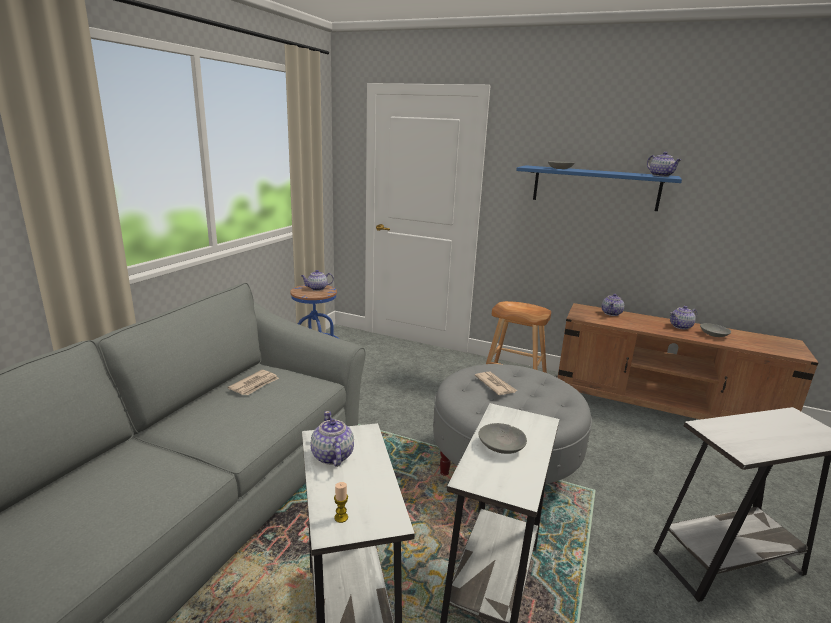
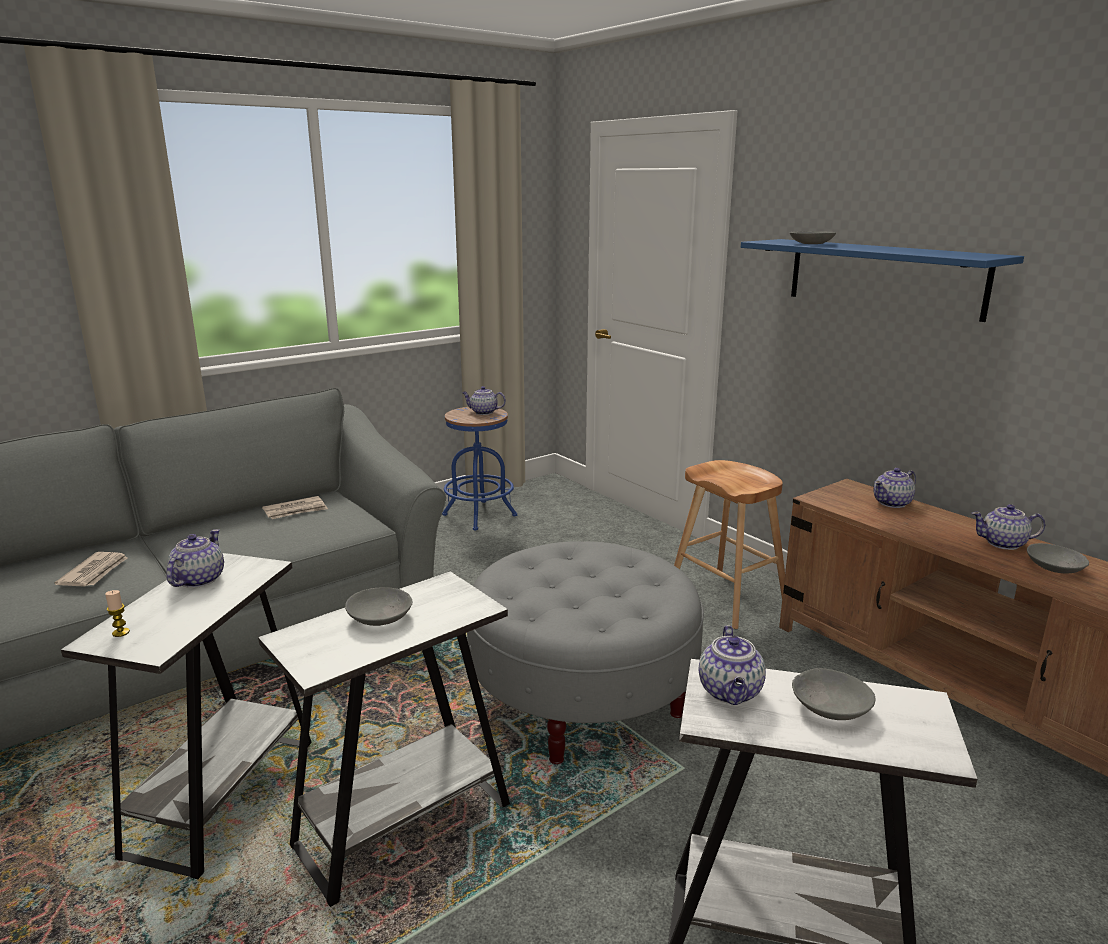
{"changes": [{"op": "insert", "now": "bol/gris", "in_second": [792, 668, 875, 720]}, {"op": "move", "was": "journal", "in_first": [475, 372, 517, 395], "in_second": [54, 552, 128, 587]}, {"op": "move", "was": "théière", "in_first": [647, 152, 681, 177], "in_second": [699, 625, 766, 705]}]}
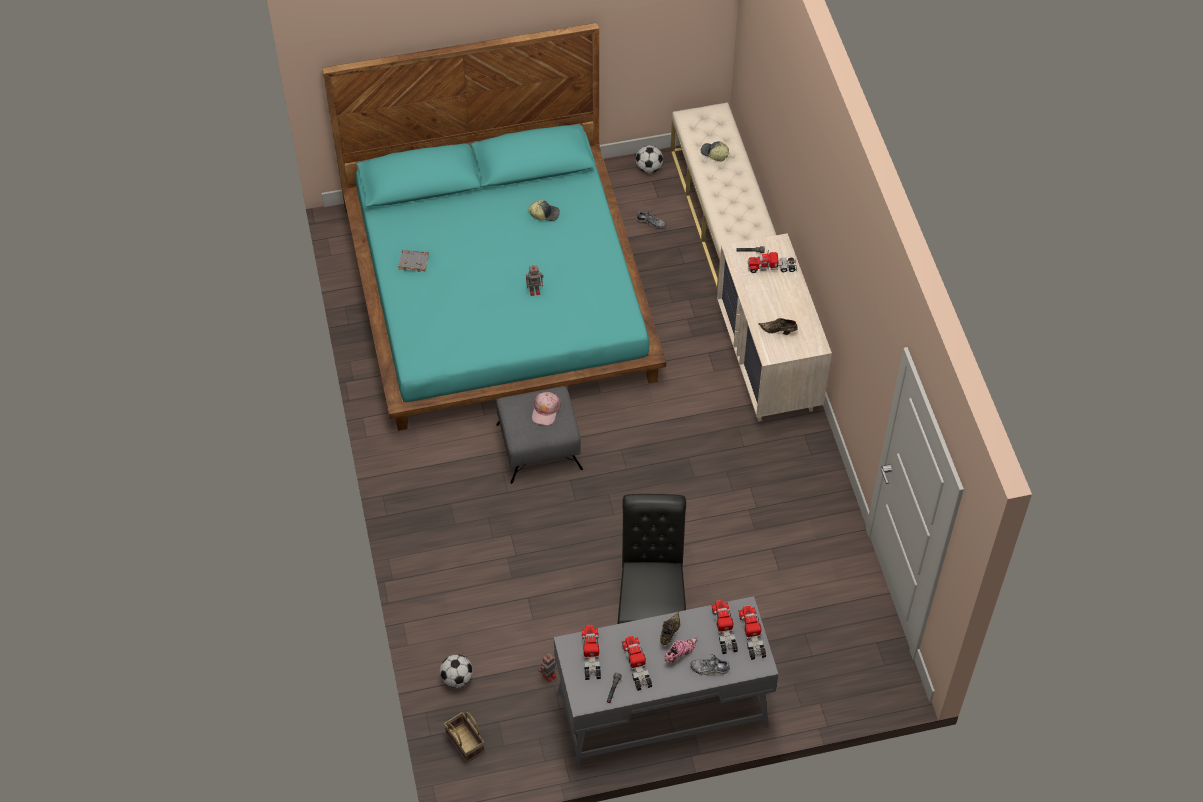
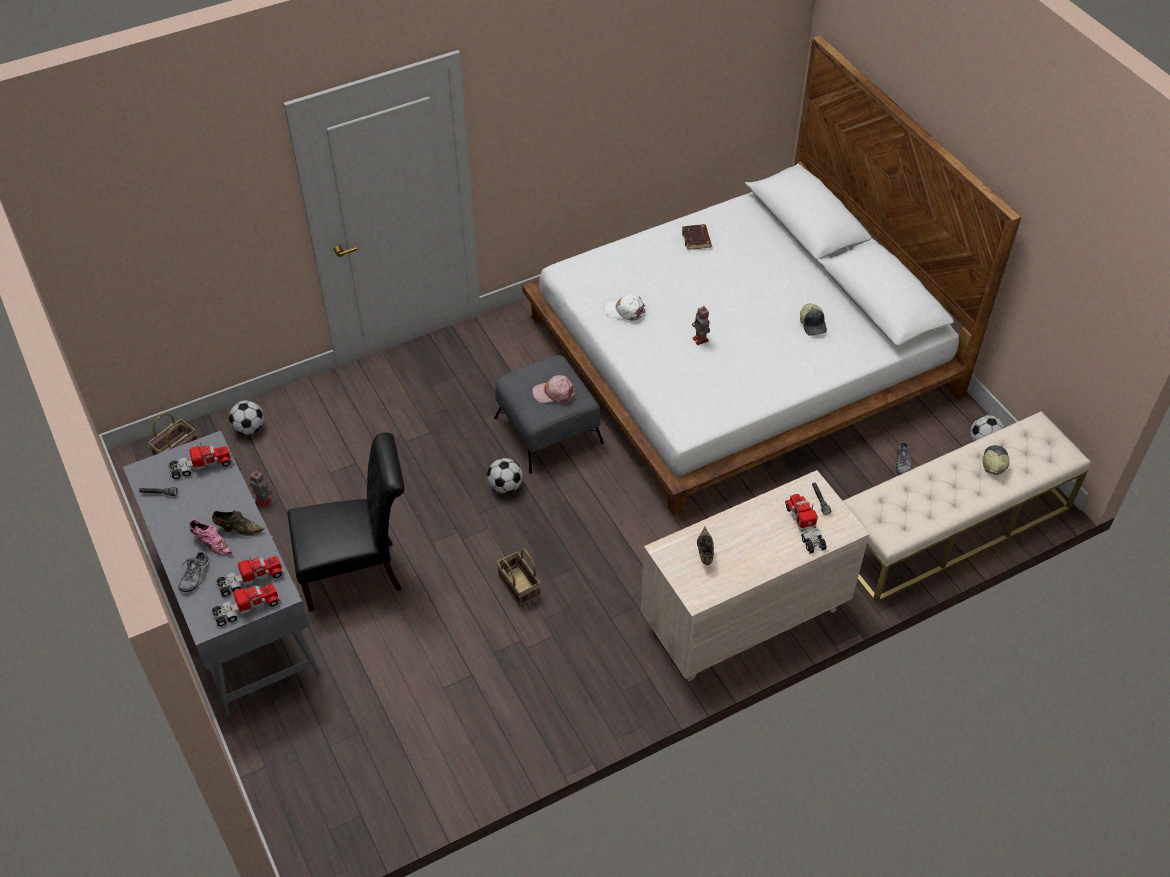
{"changes": [{"op": "delete", "was": "camion jouet", "in_first": [622, 636, 652, 691]}, {"op": "insert", "now": "ballon de foot", "in_second": [487, 458, 523, 494]}, {"op": "insert", "now": "panier", "in_second": [497, 549, 540, 607]}, {"op": "insert", "now": "casquette/blanc", "in_second": [604, 294, 645, 321]}, {"op": "recolor", "was": "lit/turquoise", "now": "lit/blanc", "in_first": [322, 23, 666, 431], "in_second": [522, 35, 1021, 515]}, {"op": "recolor", "was": "livre/gris", "now": "livre/marron", "in_first": [398, 250, 429, 272], "in_second": [682, 224, 712, 250]}, {"op": "rotate", "was": "chaussure", "in_first": [690, 654, 730, 675], "in_second": [178, 551, 210, 592], "clockwise": -150}]}
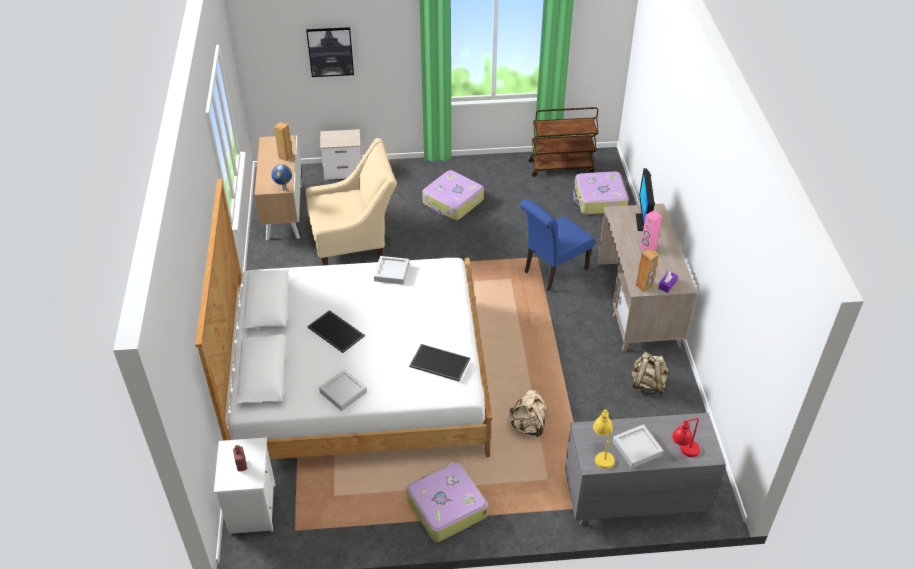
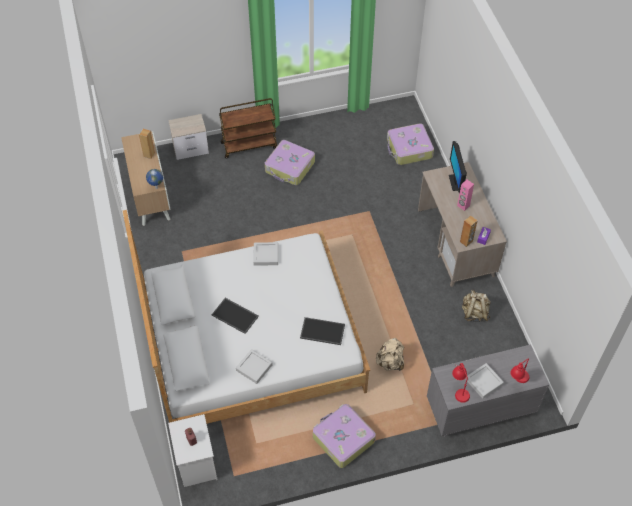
{"changes": [{"op": "delete", "was": "tableau", "in_first": [306, 27, 354, 77]}, {"op": "delete", "was": "fauteuil/beige", "in_first": [306, 138, 397, 265]}, {"op": "delete", "was": "chaise/bleu", "in_first": [520, 199, 595, 291]}, {"op": "move", "was": "chariot/marron", "in_first": [529, 107, 599, 177], "in_second": [219, 98, 278, 158]}, {"op": "recolor", "was": "lampe de table/jaune", "now": "lampe de table/rouge", "in_first": [593, 409, 615, 469], "in_second": [452, 363, 470, 403]}]}
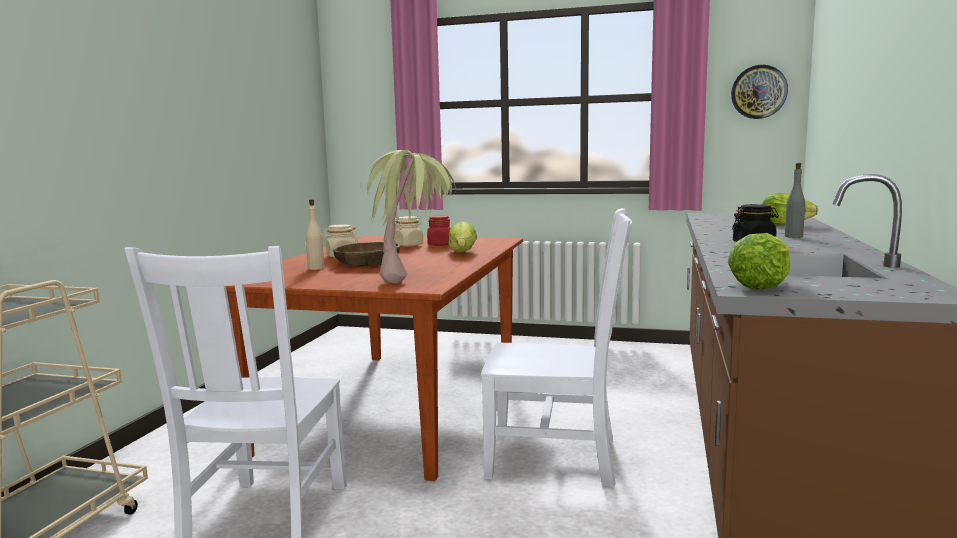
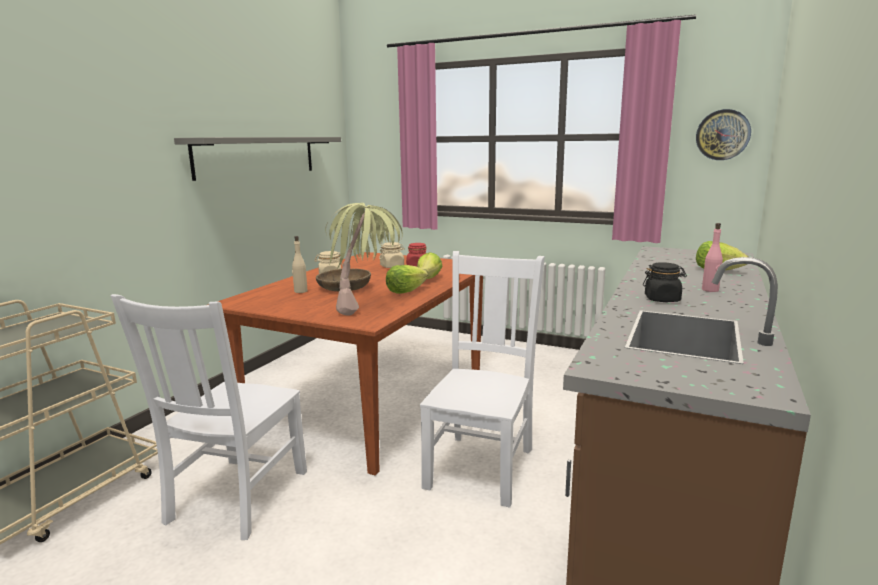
{"changes": [{"op": "insert", "now": "étagère/gris", "in_second": [174, 137, 341, 181]}, {"op": "move", "was": "laitue", "in_first": [728, 233, 790, 290], "in_second": [386, 265, 428, 294]}, {"op": "recolor", "was": "bouteille/gris", "now": "bouteille/rose", "in_first": [785, 163, 806, 238], "in_second": [702, 223, 723, 292]}, {"op": "rotate", "was": "chaise/blanc", "in_first": [481, 208, 632, 488], "in_second": [420, 251, 545, 508], "clockwise": -90}]}
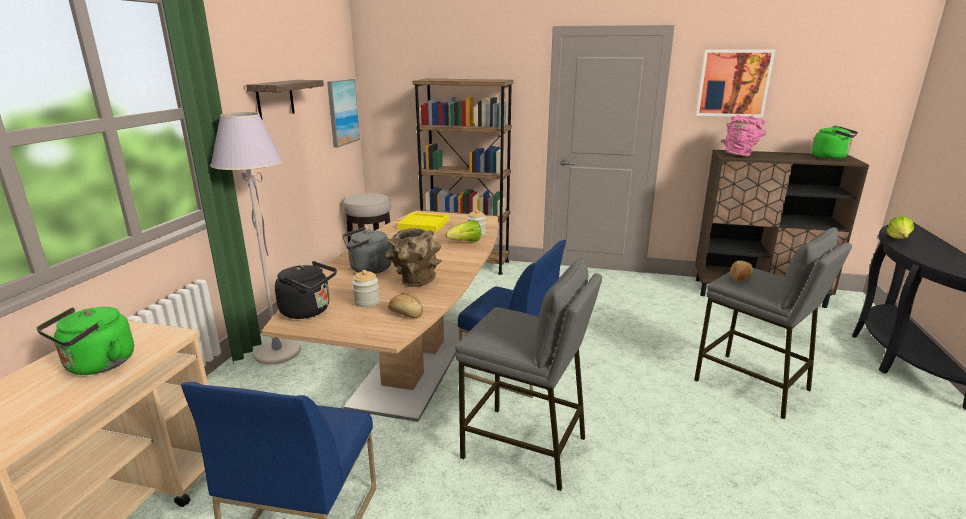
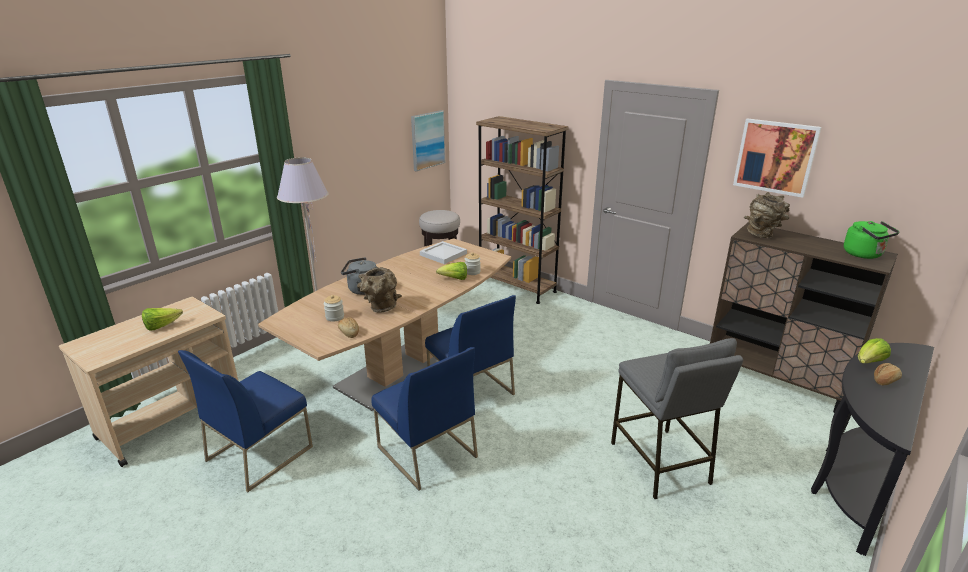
{"changes": [{"op": "delete", "was": "étagère", "in_first": [246, 80, 324, 119]}, {"op": "delete", "was": "bouilloire/noir", "in_first": [275, 261, 337, 319]}, {"op": "move", "was": "pain", "in_first": [731, 261, 753, 282], "in_second": [874, 363, 902, 386]}, {"op": "replace", "was": "bouilloire/vert", "now": "laitue", "in_first": [36, 307, 134, 375], "in_second": [142, 308, 183, 331]}, {"op": "replace", "was": "tabouret/gris", "now": "chaise/bleu", "in_first": [455, 257, 602, 491], "in_second": [371, 347, 478, 490]}, {"op": "recolor", "was": "plateau/jaune", "now": "plateau/blanc", "in_first": [397, 212, 449, 232], "in_second": [420, 241, 467, 264]}, {"op": "recolor", "was": "vase/rose", "now": "vase/marron", "in_first": [721, 114, 767, 156], "in_second": [744, 192, 790, 238]}]}
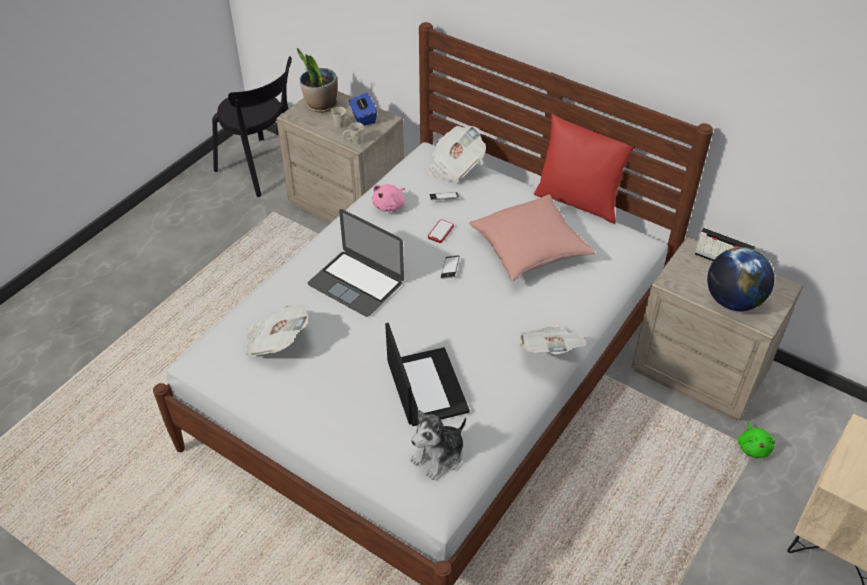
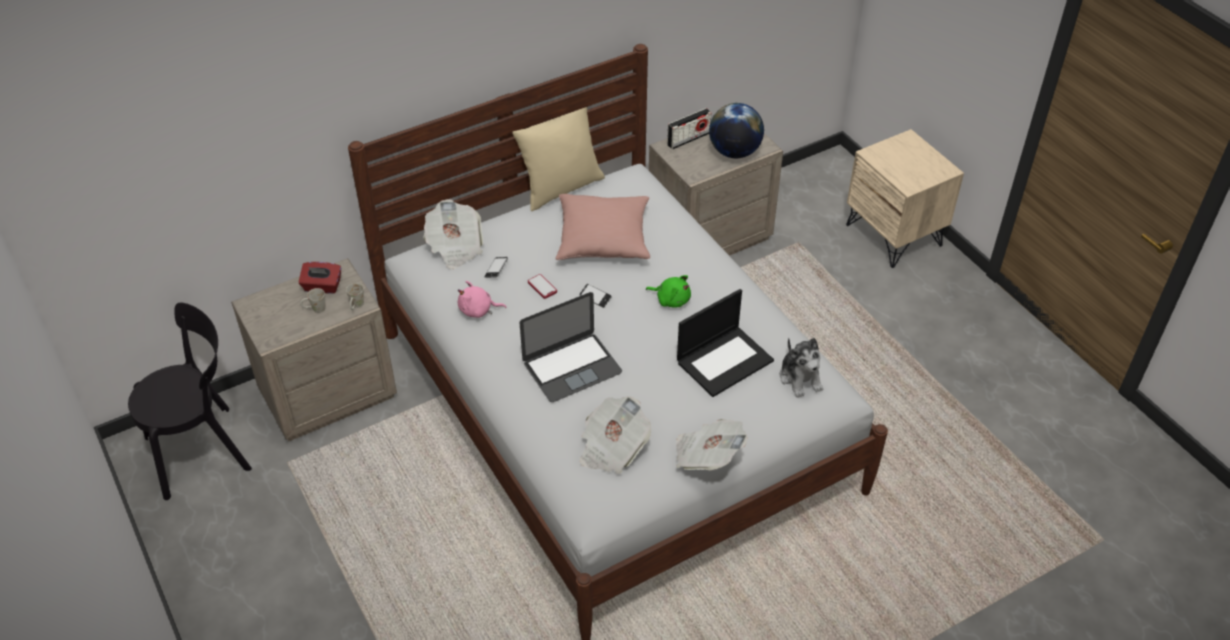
{"changes": [{"op": "delete", "was": "plante en pot", "in_first": [297, 48, 337, 113]}, {"op": "move", "was": "journal", "in_first": [520, 324, 586, 355], "in_second": [676, 419, 747, 470]}, {"op": "move", "was": "peluche/vert", "in_first": [738, 422, 775, 459], "in_second": [646, 275, 691, 307]}, {"op": "recolor", "was": "boîte à mouchoirs/bleu", "now": "boîte à mouchoirs/rouge", "in_first": [349, 93, 377, 125], "in_second": [298, 262, 341, 294]}, {"op": "recolor", "was": "coussin/rouge", "now": "coussin/beige", "in_first": [534, 114, 635, 224], "in_second": [512, 107, 605, 211]}, {"op": "rotate", "was": "peluche/rose", "in_first": [372, 184, 405, 212], "in_second": [458, 281, 507, 318], "clockwise": 120}, {"op": "rotate", "was": "ordinateur portable", "in_first": [385, 323, 470, 426], "in_second": [677, 289, 774, 397], "clockwise": 135}]}
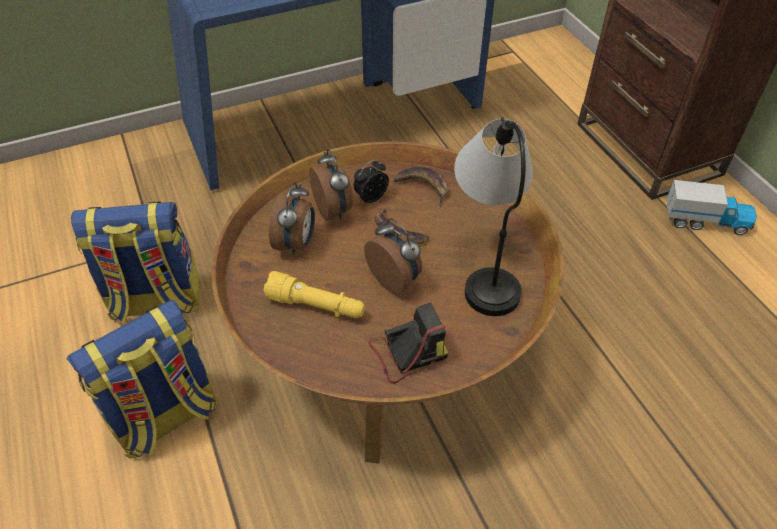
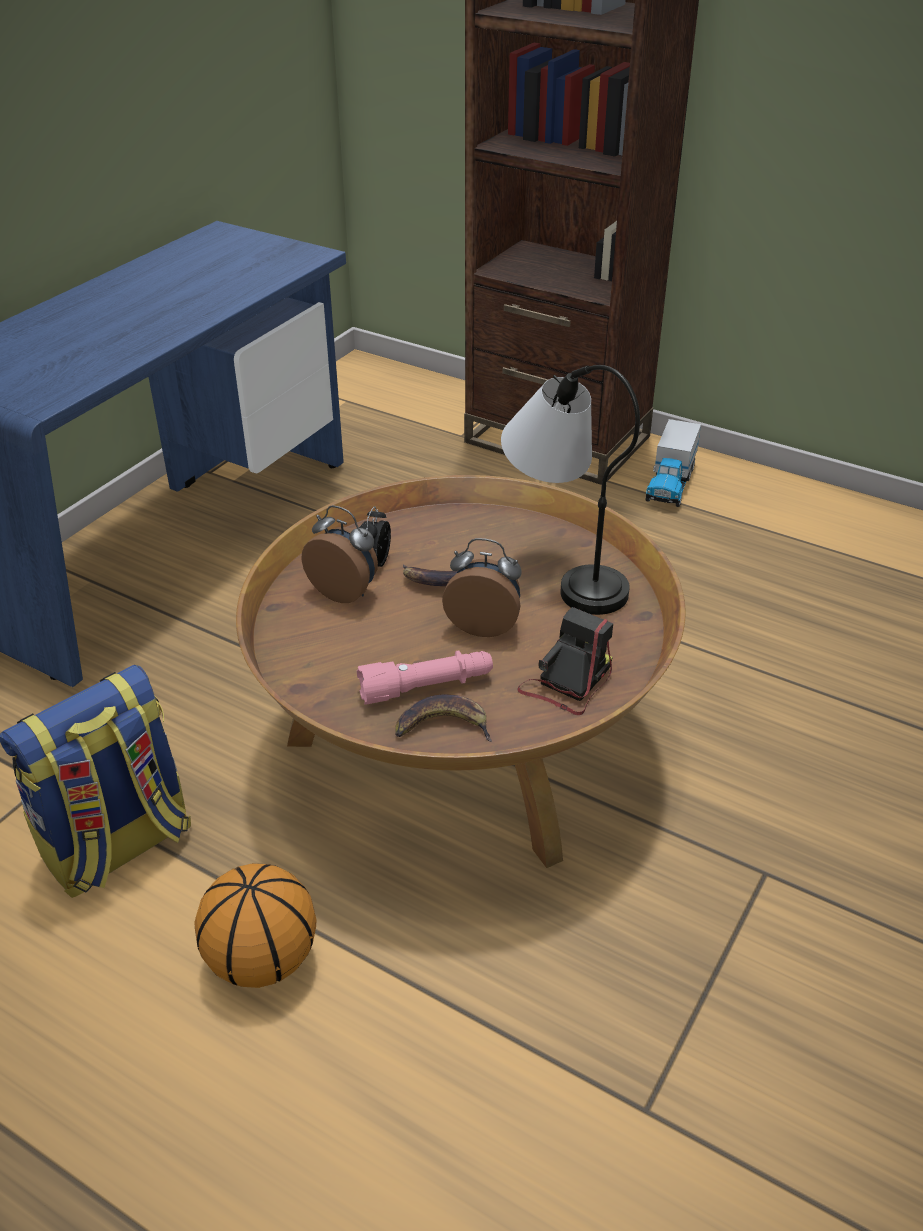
{"changes": [{"op": "delete", "was": "réveil", "in_first": [269, 182, 315, 255]}, {"op": "move", "was": "banane", "in_first": [393, 167, 448, 207], "in_second": [395, 694, 492, 742]}, {"op": "replace", "was": "sac à dos", "now": "ballon de basket", "in_first": [66, 300, 218, 459], "in_second": [194, 863, 316, 988]}, {"op": "recolor", "was": "lampe de poche/jaune", "now": "lampe de poche/rose", "in_first": [264, 271, 365, 318], "in_second": [357, 650, 493, 705]}, {"op": "rotate", "was": "camion jouet", "in_first": [666, 180, 757, 235], "in_second": [646, 419, 701, 507], "clockwise": 135}]}
